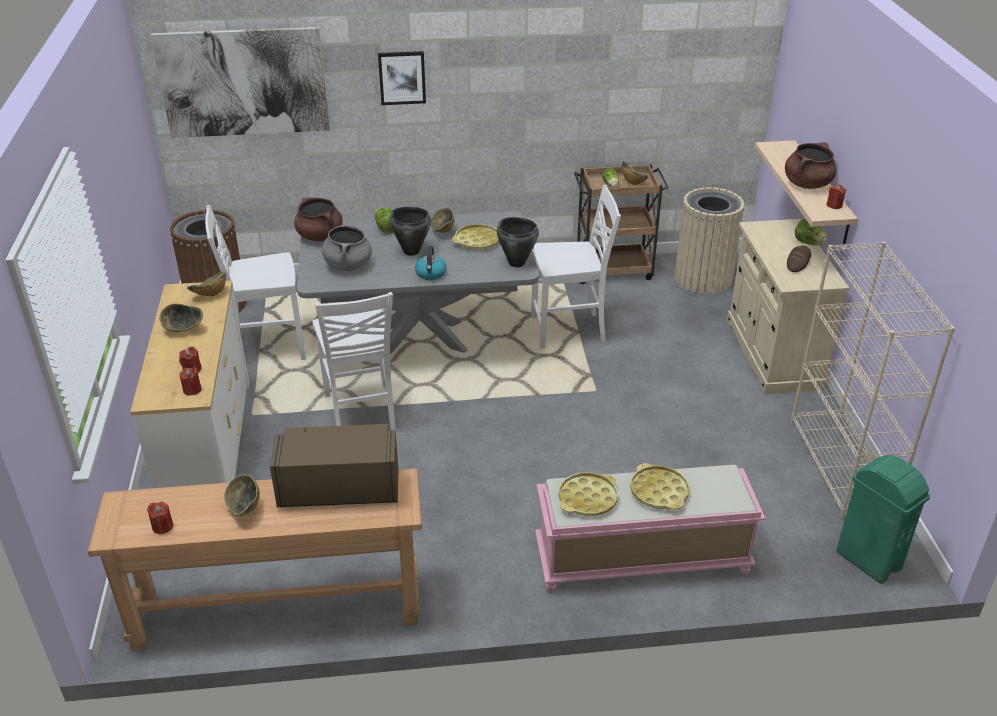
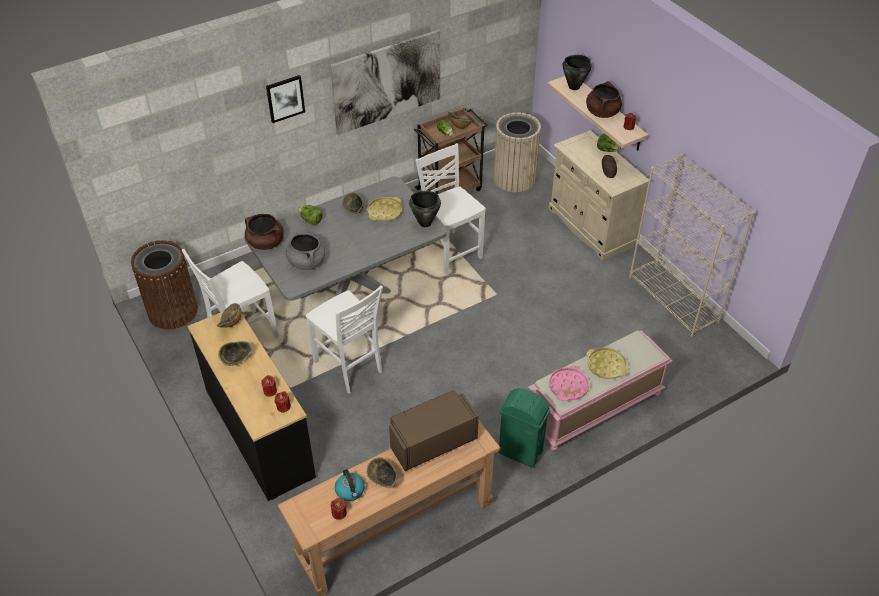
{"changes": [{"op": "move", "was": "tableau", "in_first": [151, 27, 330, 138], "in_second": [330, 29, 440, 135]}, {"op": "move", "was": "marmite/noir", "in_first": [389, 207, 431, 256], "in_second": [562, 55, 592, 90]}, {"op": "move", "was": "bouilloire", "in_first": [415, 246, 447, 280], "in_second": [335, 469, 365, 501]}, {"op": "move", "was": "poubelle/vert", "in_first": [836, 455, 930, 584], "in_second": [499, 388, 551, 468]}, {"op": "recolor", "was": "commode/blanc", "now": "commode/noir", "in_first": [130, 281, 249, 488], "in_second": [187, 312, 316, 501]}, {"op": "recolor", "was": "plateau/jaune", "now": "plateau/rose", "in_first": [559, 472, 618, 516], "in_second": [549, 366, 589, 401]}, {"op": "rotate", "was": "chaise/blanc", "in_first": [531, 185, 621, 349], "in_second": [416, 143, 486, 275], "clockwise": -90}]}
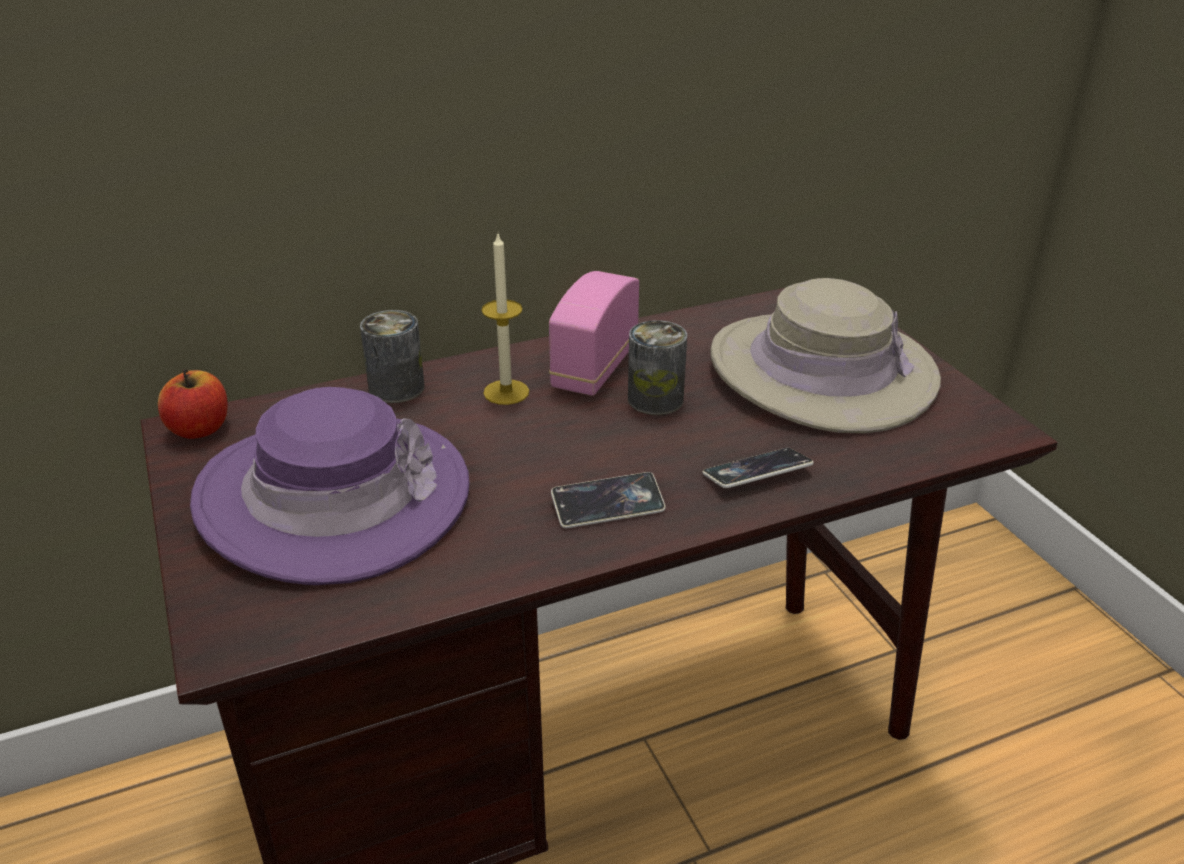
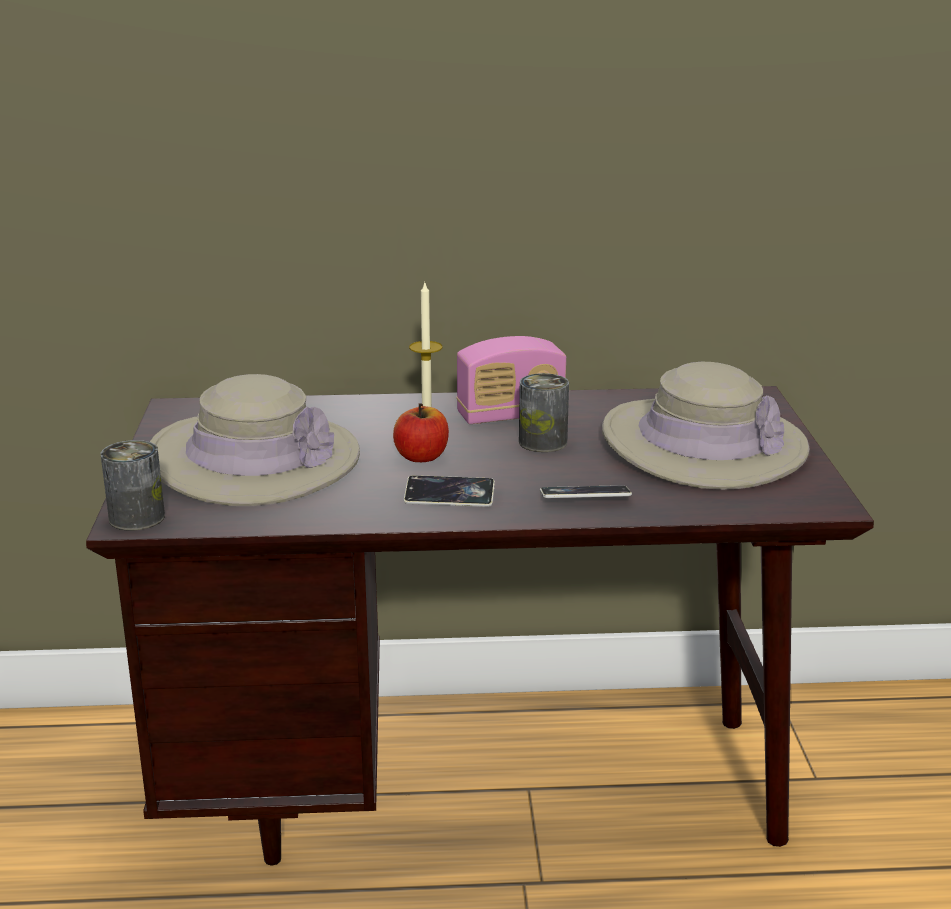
{"changes": [{"op": "move", "was": "pomme", "in_first": [158, 370, 228, 439], "in_second": [393, 403, 449, 462]}, {"op": "move", "was": "boîte métallique", "in_first": [360, 310, 425, 403], "in_second": [101, 440, 165, 531]}, {"op": "recolor", "was": "chapeau/violet", "now": "chapeau/beige", "in_first": [190, 387, 469, 585], "in_second": [150, 374, 360, 506]}, {"op": "rotate", "was": "radio", "in_first": [549, 271, 639, 396], "in_second": [456, 336, 566, 424], "clockwise": -150}]}
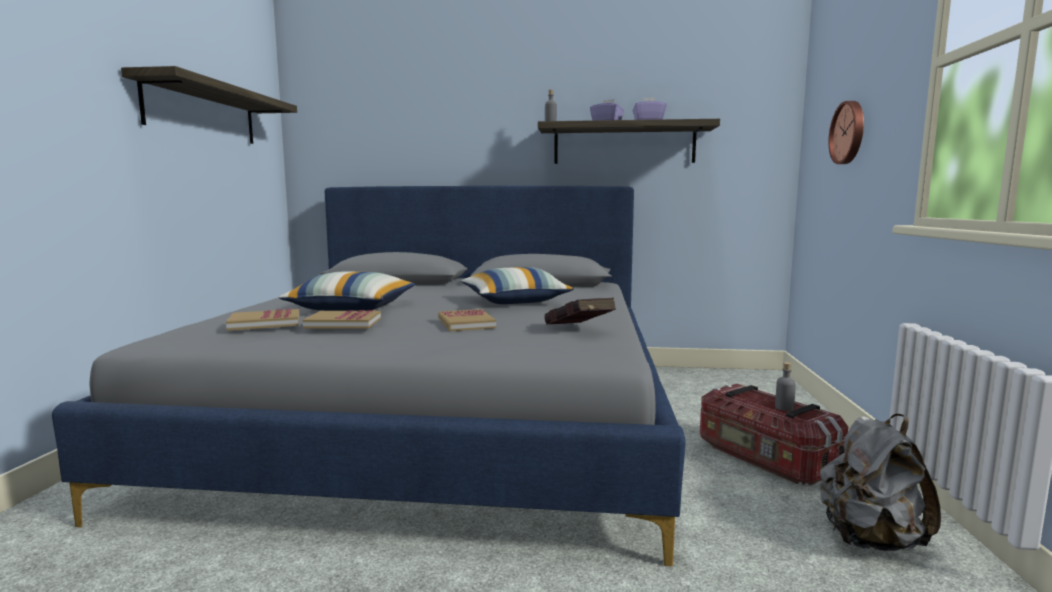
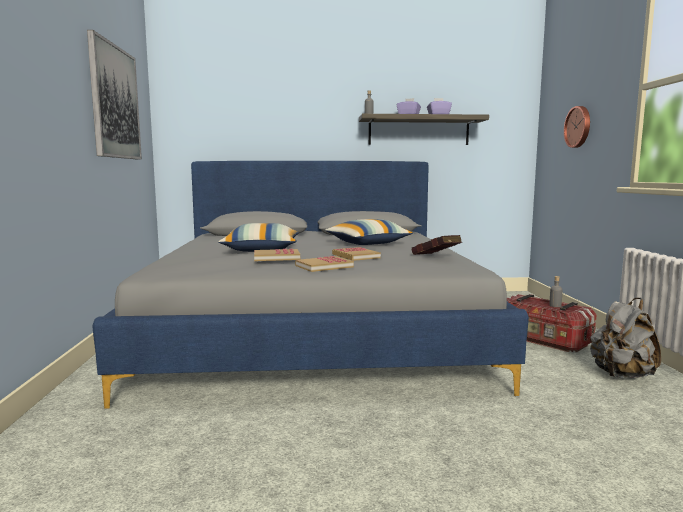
{"changes": [{"op": "move", "was": "livre", "in_first": [226, 309, 300, 330], "in_second": [295, 256, 354, 272]}, {"op": "replace", "was": "étagère", "now": "tableau", "in_first": [121, 66, 297, 144], "in_second": [87, 30, 142, 159]}]}
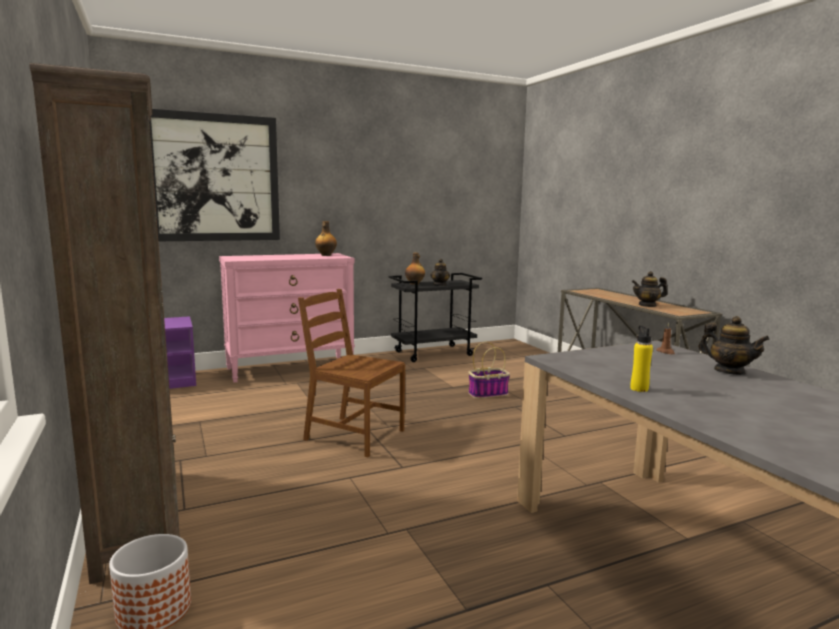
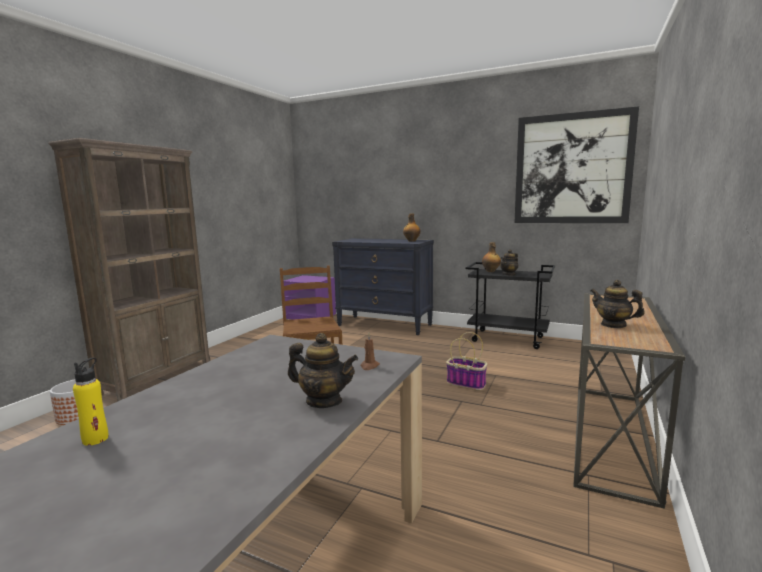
{"changes": [{"op": "move", "was": "tableau", "in_first": [149, 109, 280, 241], "in_second": [515, 106, 639, 223]}, {"op": "move", "was": "bouteille/jaune", "in_first": [631, 326, 653, 392], "in_second": [73, 357, 109, 446]}, {"op": "recolor", "was": "commode/rose", "now": "commode/noir", "in_first": [219, 253, 355, 383], "in_second": [332, 238, 434, 335]}, {"op": "rotate", "was": "théière", "in_first": [698, 316, 770, 375], "in_second": [288, 333, 358, 408], "clockwise": -75}]}
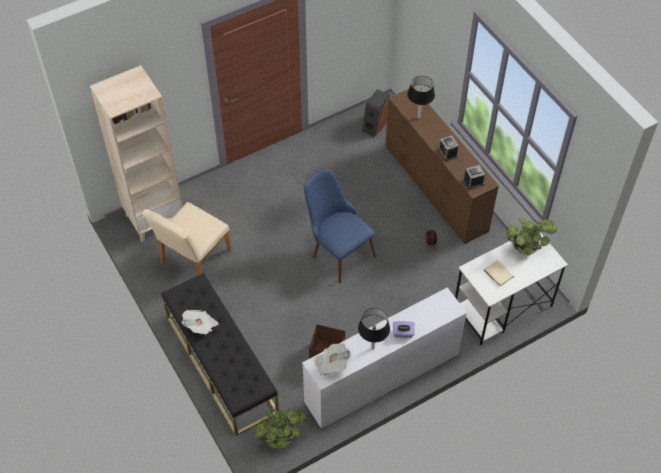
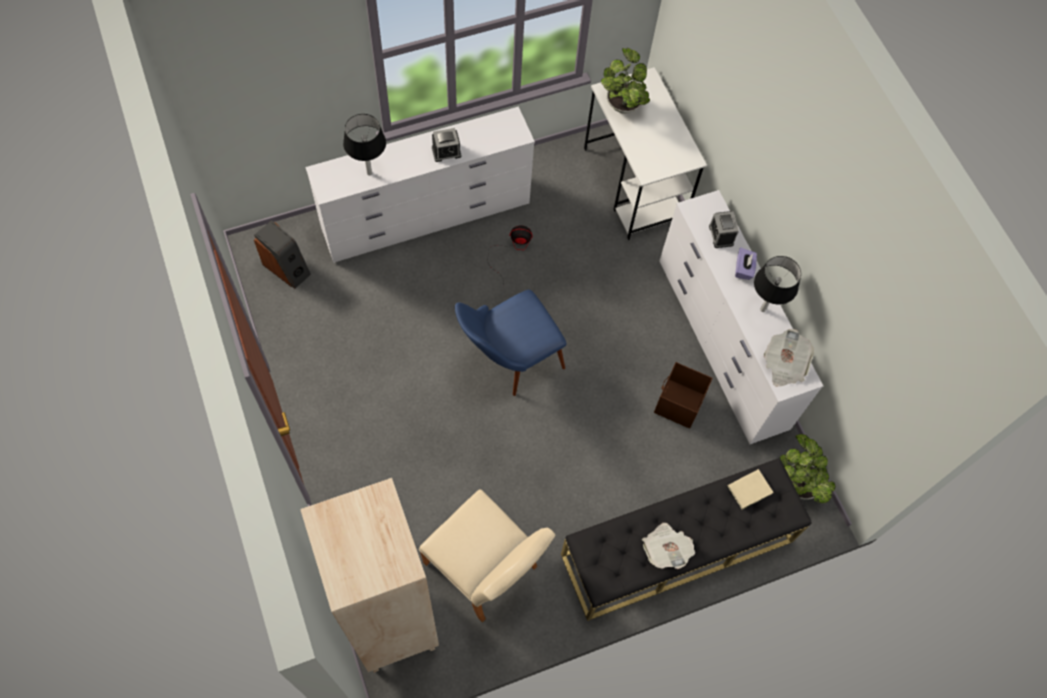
{"changes": [{"op": "move", "was": "réveil", "in_first": [463, 165, 485, 189], "in_second": [709, 211, 739, 248]}, {"op": "move", "was": "livre/beige", "in_first": [484, 260, 514, 287], "in_second": [728, 469, 773, 510]}, {"op": "recolor", "was": "commode/marron", "now": "commode/blanc", "in_first": [385, 87, 499, 244], "in_second": [305, 106, 535, 263]}]}
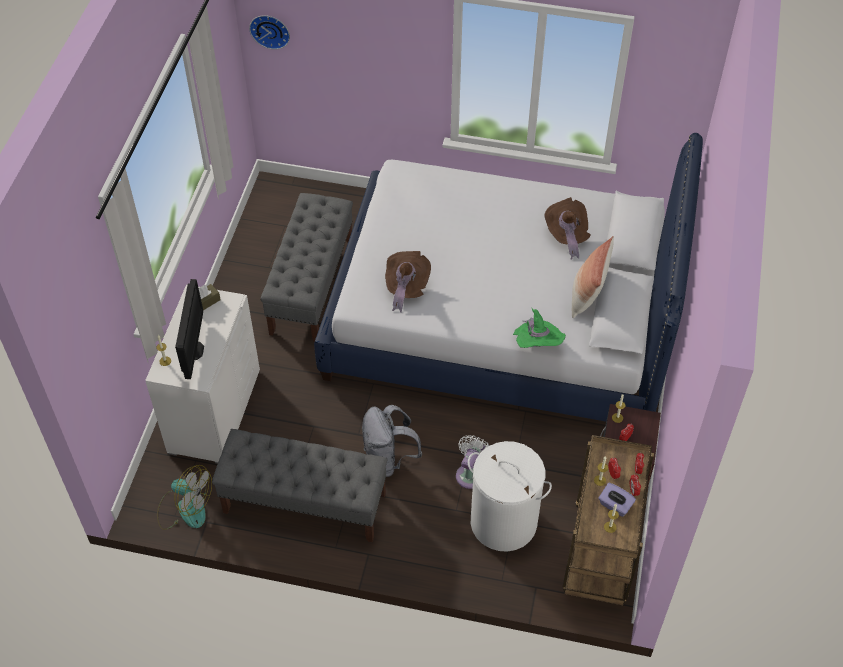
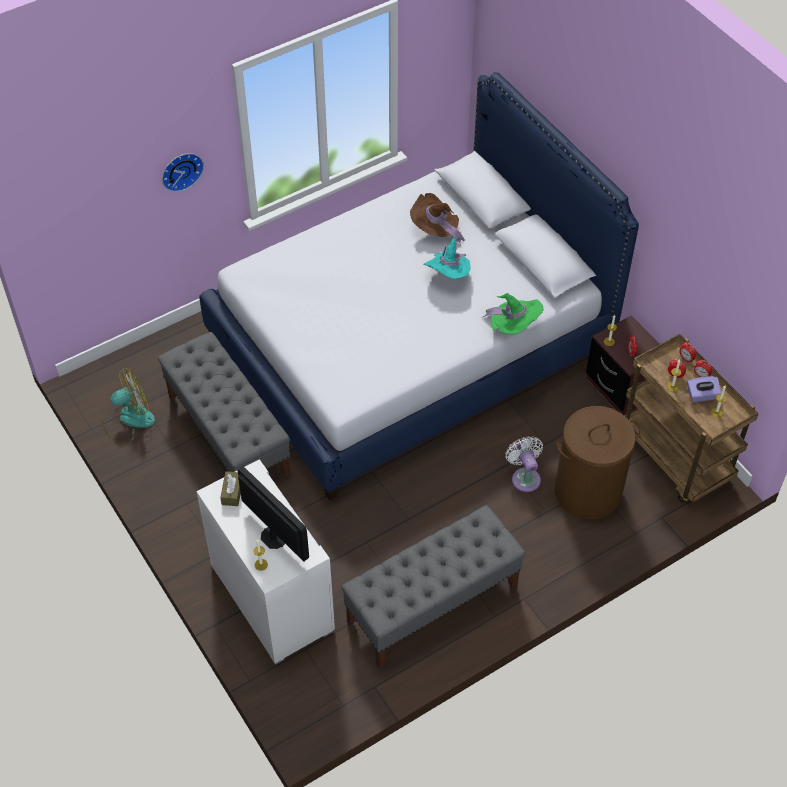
{"changes": [{"op": "delete", "was": "sac à dos/gris", "in_first": [362, 405, 422, 477]}, {"op": "delete", "was": "chapeau/marron", "in_first": [385, 251, 431, 313]}, {"op": "delete", "was": "coussin", "in_first": [572, 236, 614, 318]}, {"op": "insert", "now": "chapeau/turquoise", "in_second": [424, 238, 470, 279]}, {"op": "move", "was": "ventilateur", "in_first": [157, 465, 212, 530], "in_second": [102, 368, 155, 445]}, {"op": "move", "was": "horloge murale", "in_first": [249, 15, 290, 50], "in_second": [162, 153, 204, 192]}, {"op": "recolor", "was": "panier à linge/blanc", "now": "panier à linge/marron", "in_first": [468, 441, 552, 552], "in_second": [555, 406, 641, 520]}]}
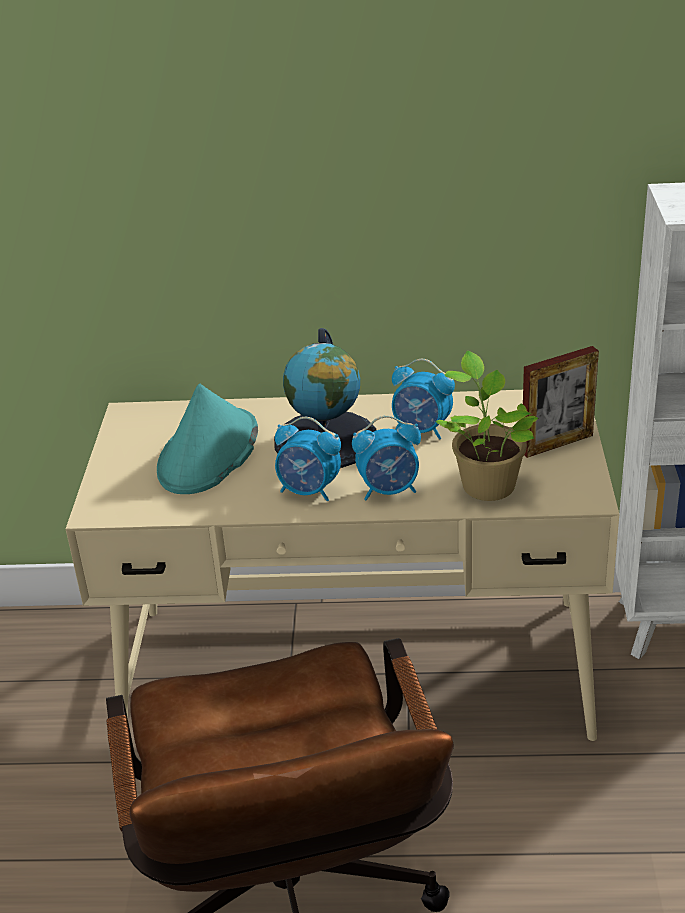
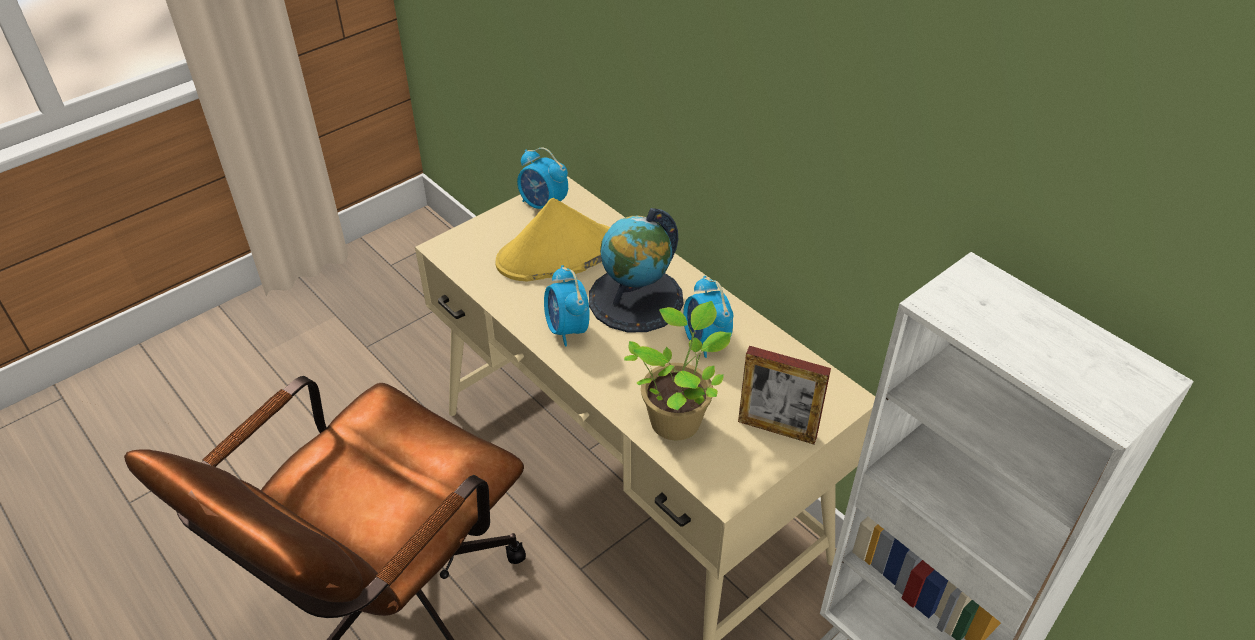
{"changes": [{"op": "move", "was": "réveil", "in_first": [352, 416, 421, 500], "in_second": [517, 148, 568, 209]}, {"op": "recolor", "was": "chapeau/turquoise", "now": "chapeau/jaune", "in_first": [157, 384, 258, 494], "in_second": [496, 198, 610, 281]}]}
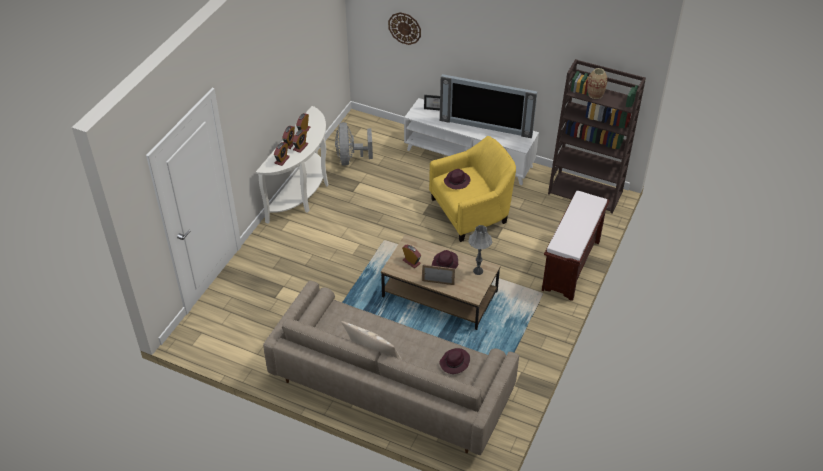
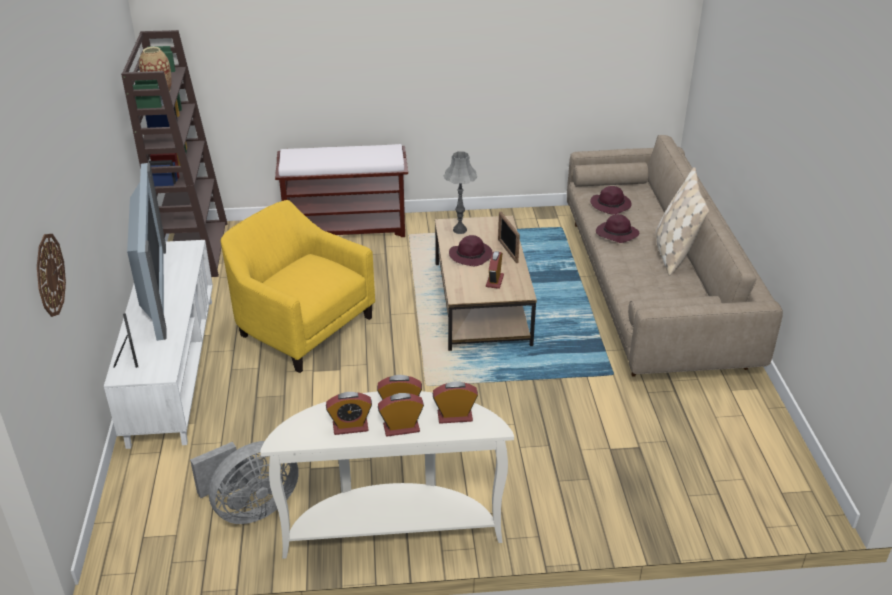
{"changes": [{"op": "move", "was": "chapeau/violet", "in_first": [444, 169, 471, 189], "in_second": [596, 214, 639, 243]}]}
